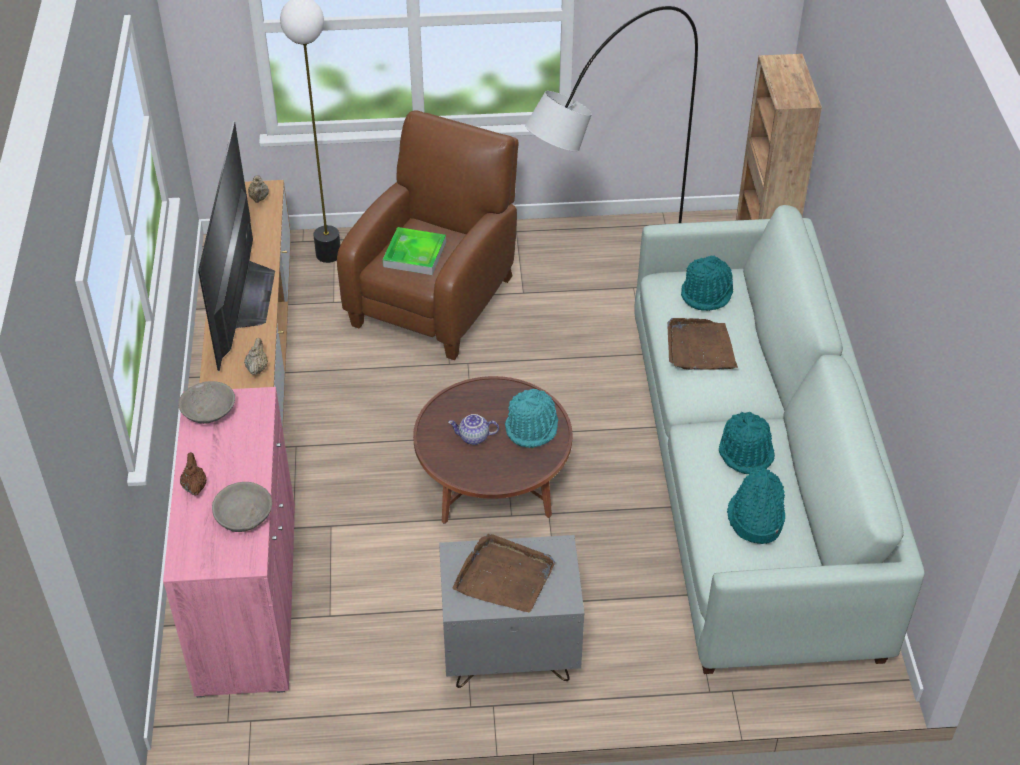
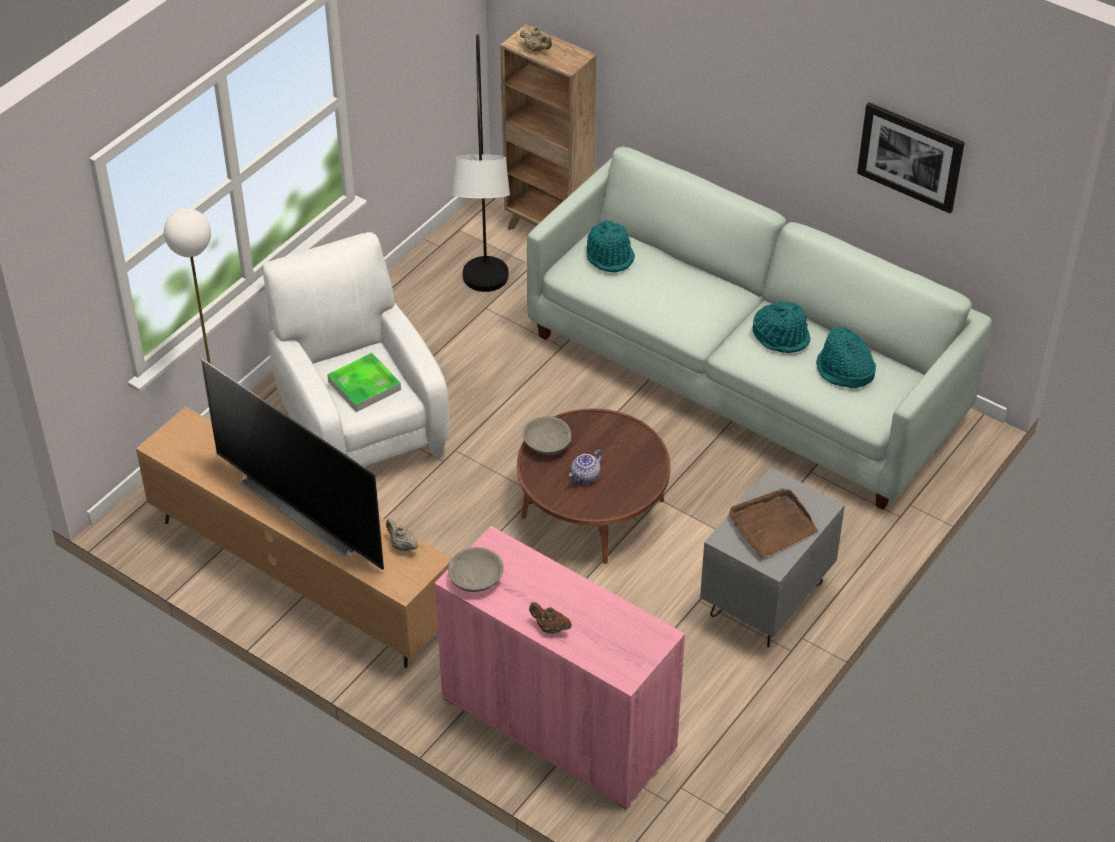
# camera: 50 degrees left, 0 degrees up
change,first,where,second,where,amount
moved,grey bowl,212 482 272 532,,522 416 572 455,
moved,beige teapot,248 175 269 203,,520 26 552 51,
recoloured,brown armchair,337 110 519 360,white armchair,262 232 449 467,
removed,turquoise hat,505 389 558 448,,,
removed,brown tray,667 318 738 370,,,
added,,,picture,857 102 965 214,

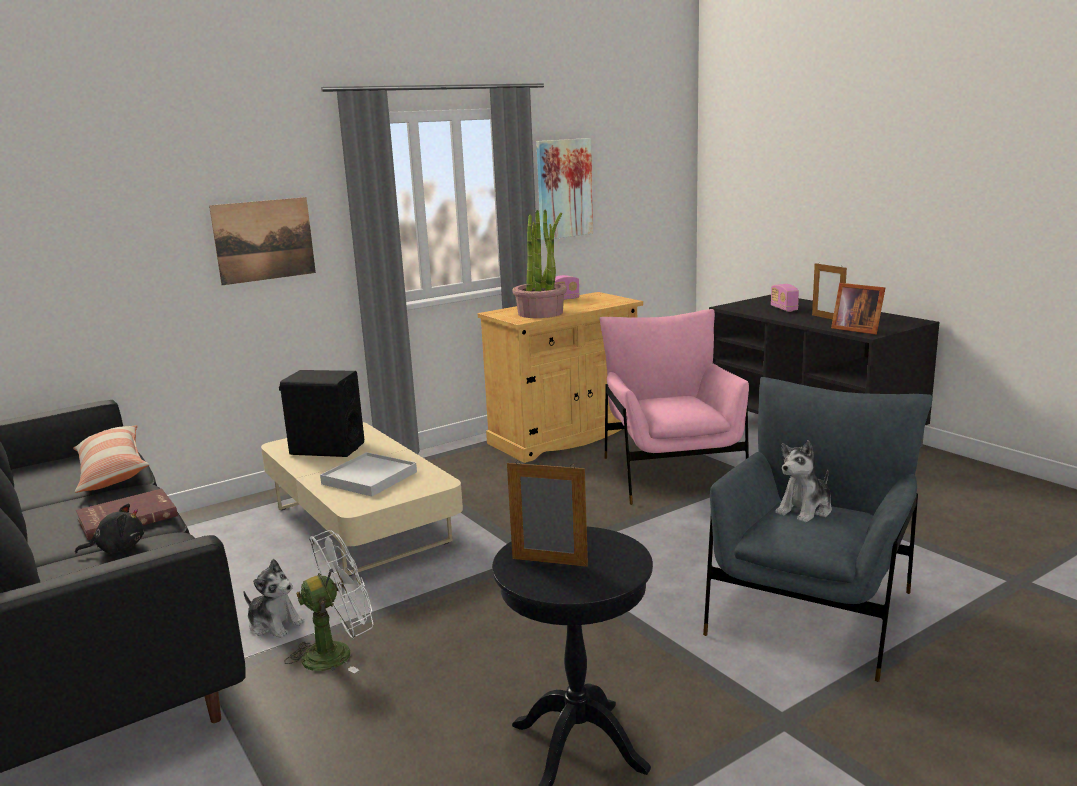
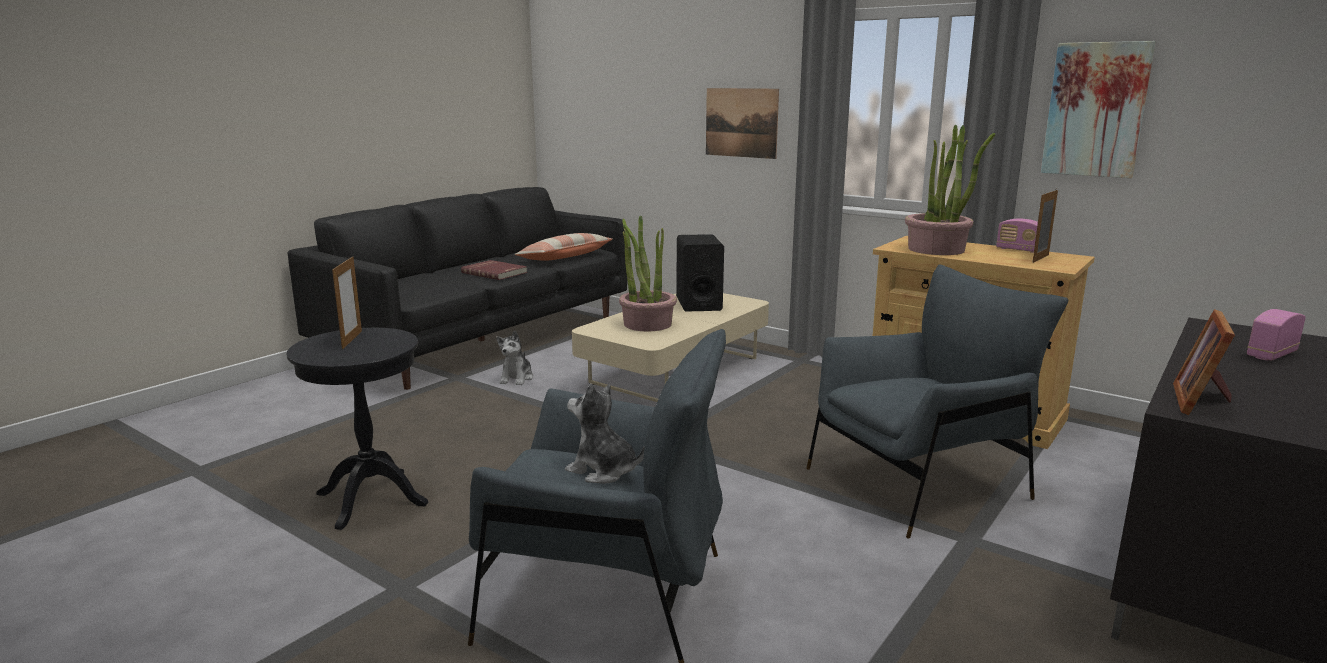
# camera: 70 degrees right, 0 degrees up
change,first,where,second,where,amount
removed,black plush toy,75 503 144 554,,,
removed,white fan,284 530 373 673,,,
replaced,white tray,320 452 417 497,potted plant,619 215 677 331,
recoloured,pink armchair,599 309 749 505,grey armchair,806 264 1068 539,
moved,picture frame,812 263 847 319,,1032 188 1058 263,

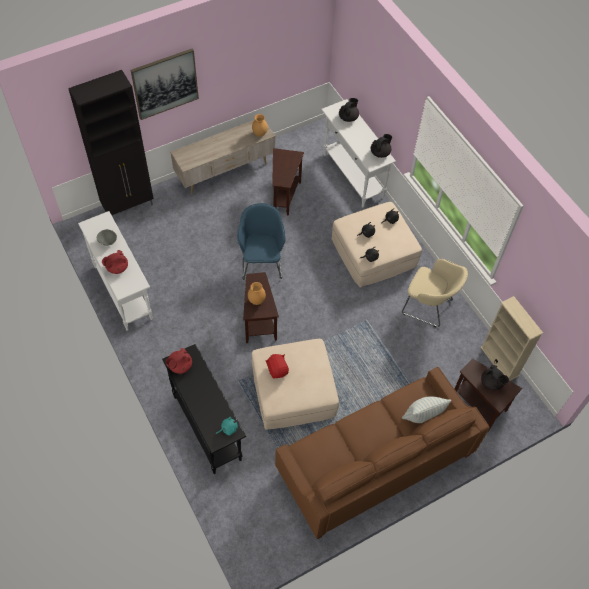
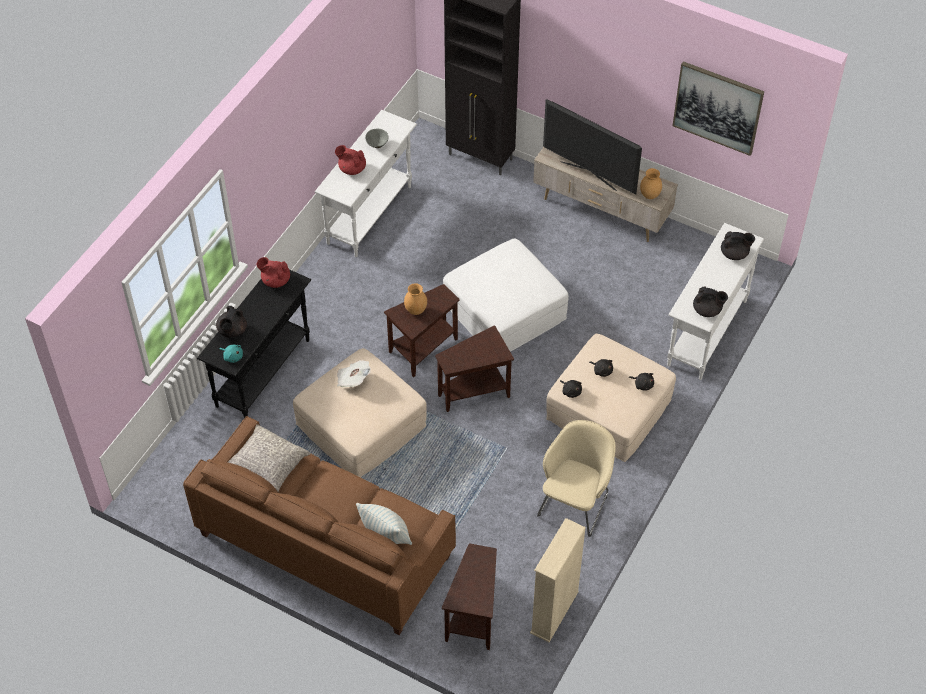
# camera: 60 degrees right, 5 degrees down
change,first,where,second,where,amount
moved,picture,131 49 199 120,,672 61 764 156,
replaced,blue armchair,237 203 286 280,white ottoman,443 238 569 352,
replaced,red plush toy,266 354 289 379,newspaper,337 360 371 387,
moved,brown side table,272 148 304 216,,435 325 514 412,
turned,beige armchair,402 259 468 327,,537 420 616 537,150 degrees counterclockwise
moved,black teapot,481 365 509 391,,216 306 247 338,
added,,,grey pillow,228 424 311 492,
added,,,television,543 99 642 194,

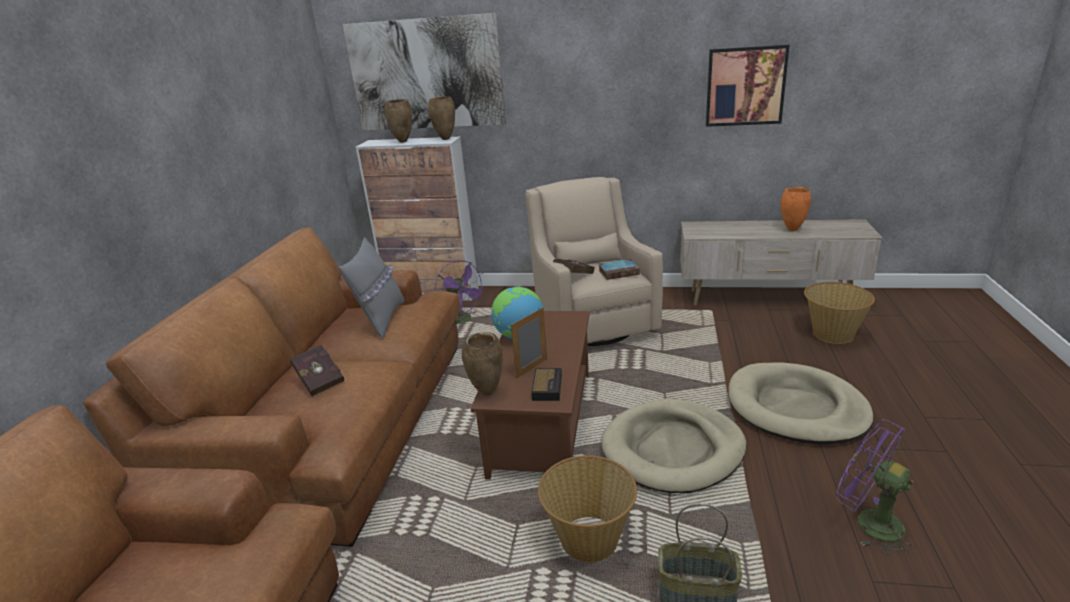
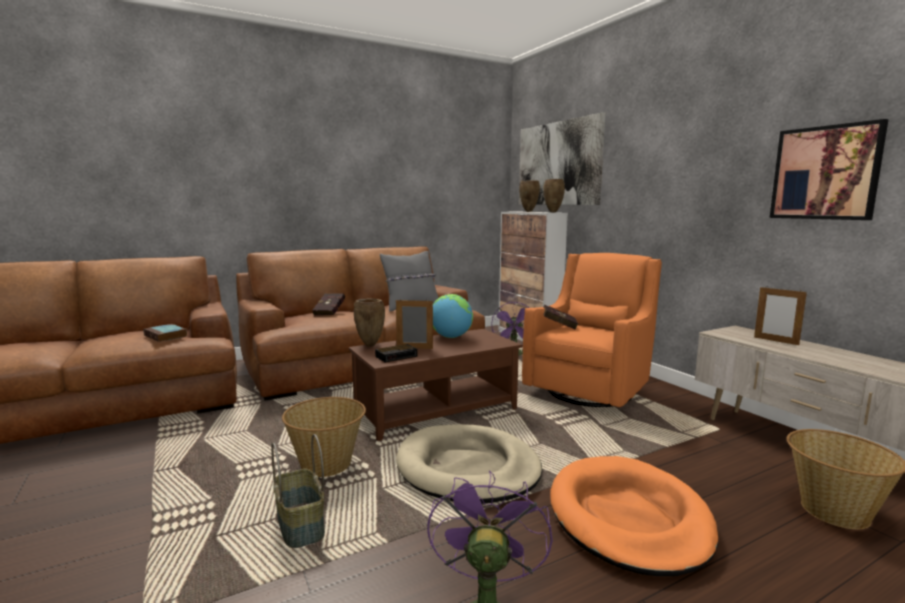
# camera: 50 degrees right, 15 degrees down
change,first,where,second,where,amount
recoloured,beige armchair,526 177 663 346,orange armchair,522 253 662 407,
moved,book,599 259 640 280,,143 324 187 342,
recoloured,beige dog bed,728 362 874 445,orange dog bed,550 456 719 576,
removed,orange vase,781 187 811 231,,,
added,,,picture frame,754 287 807 345,

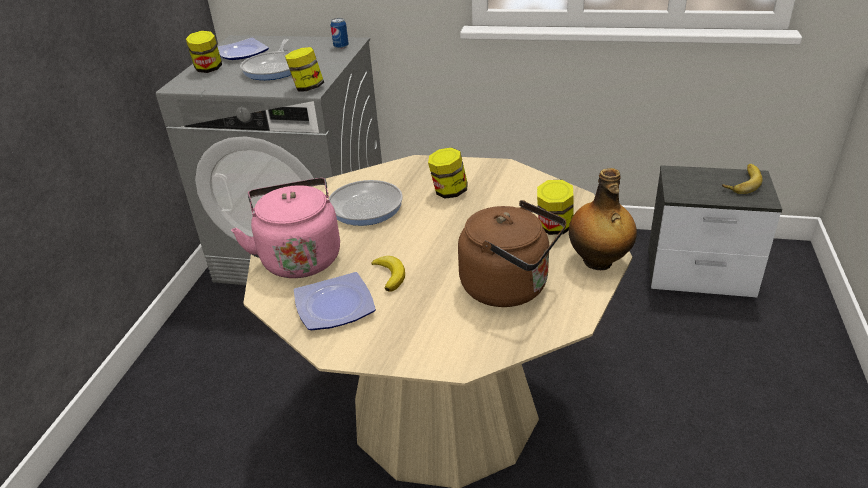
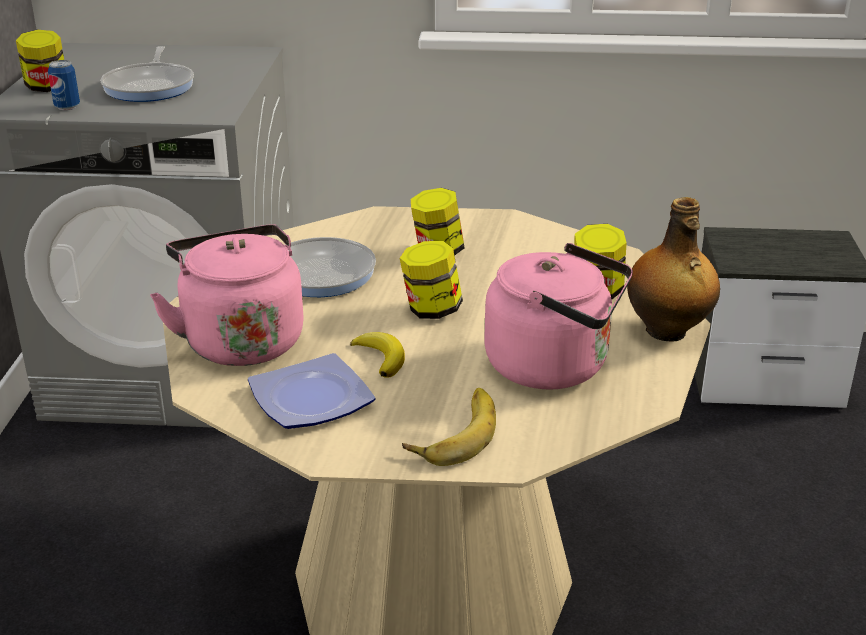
# camera: 10 degrees left, 5 degrees down
change,first,where,second,where,amount
removed,plate,218 38 269 60,,,
moved,jar,285 47 324 92,,400 241 463 319,
moved,can,331 18 349 49,,48 60 80 110,
recoloured,brown kettle,458 200 566 307,pink kettle,484 243 633 389,
moved,banana,722 164 763 194,,402 388 496 466,

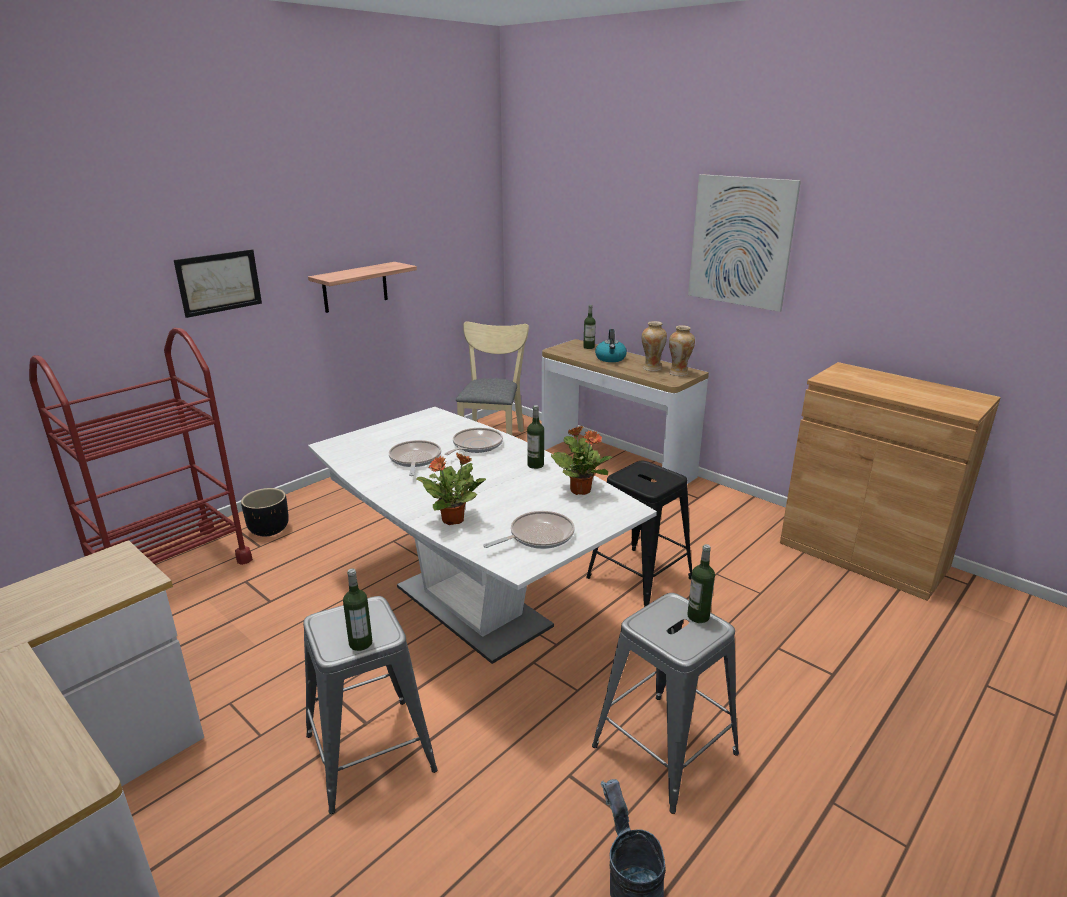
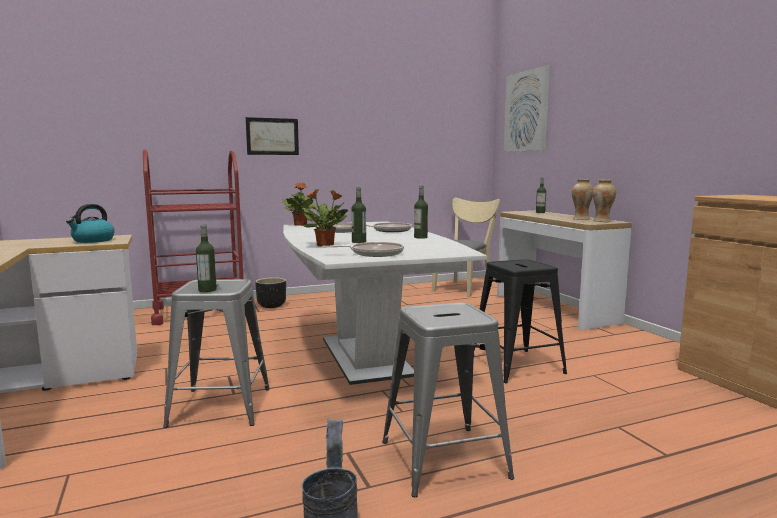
# camera: 25 degrees right, 15 degrees down
change,first,where,second,where,amount
removed,shelf,308 262 417 313,,,
moved,potted plant,551 425 612 495,,283 182 317 226,
moved,kettle,595 329 627 362,,66 204 115 243,
moved,bottle,687 544 715 623,,351 187 366 243,
moved,picture,688 174 801 312,,504 65 550 152,

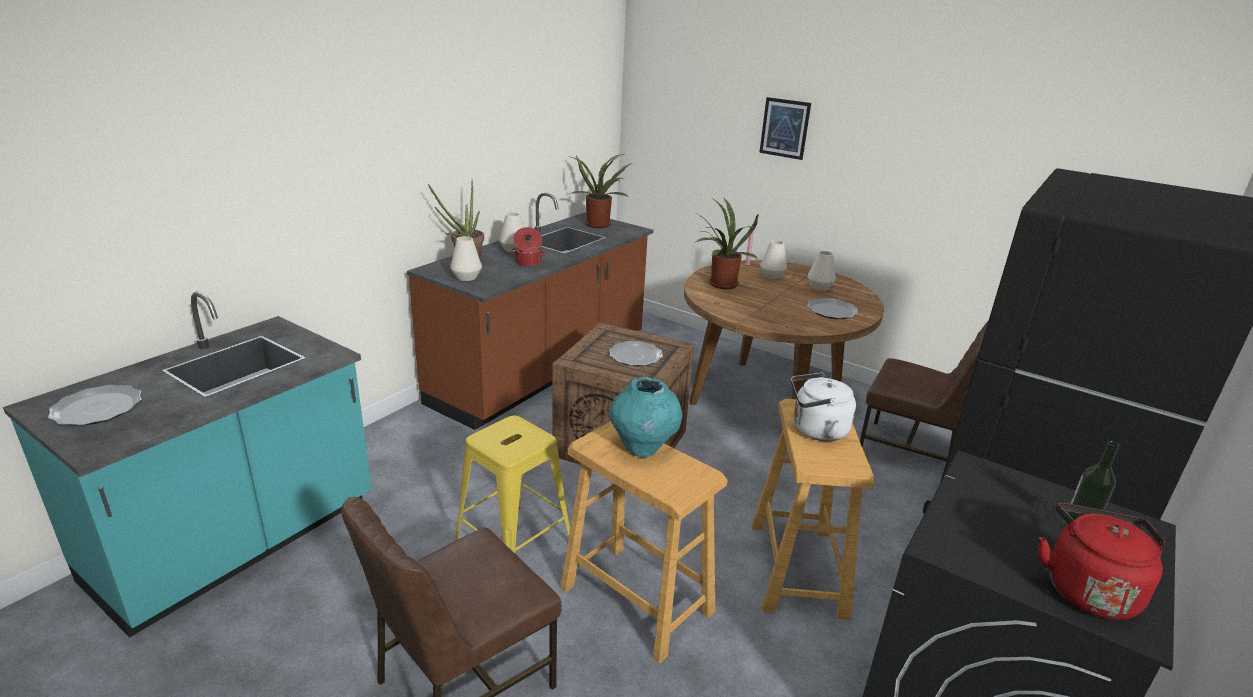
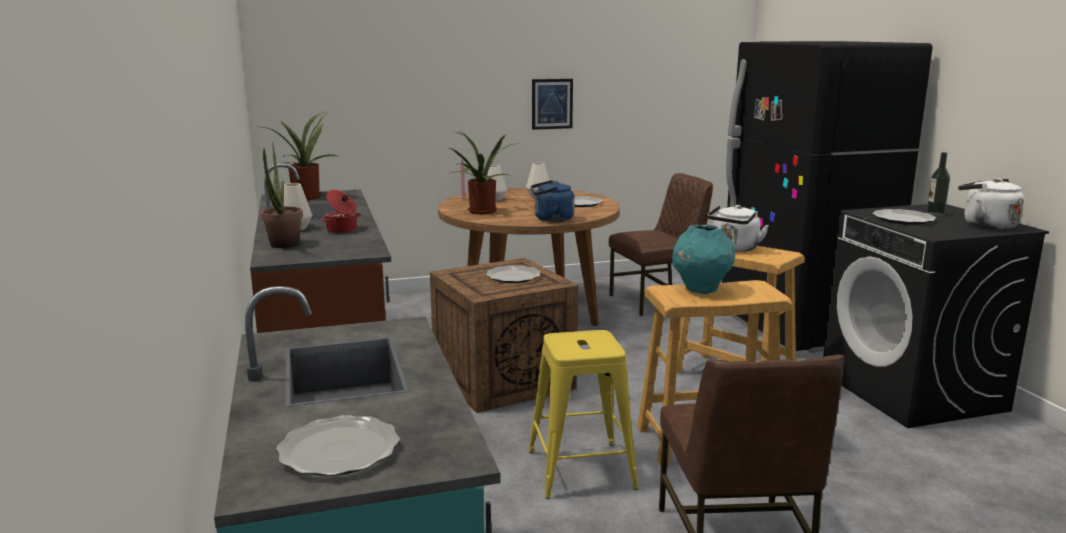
# camera: 50 degrees left, 10 degrees down
change,first,where,second,where,amount
removed,white vase,450 236 482 281,,,
moved,picture,759 97 811 160,,532 79 573 130,
recoloured,red kettle,1038 503 1165 620,white kettle,958 178 1024 230,
added,,,blue kettle,530 180 575 222,
added,,,plate,872 209 936 225,

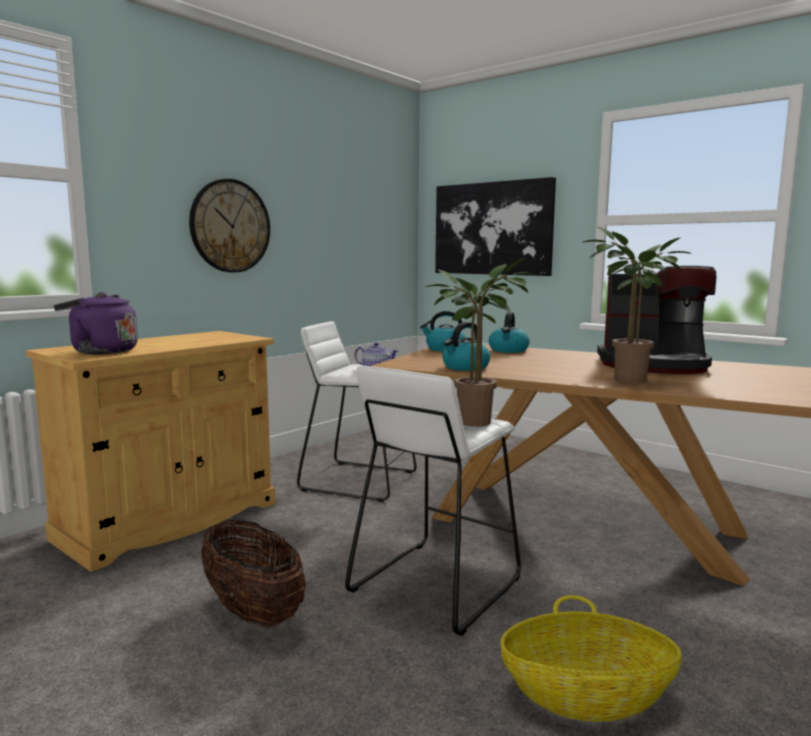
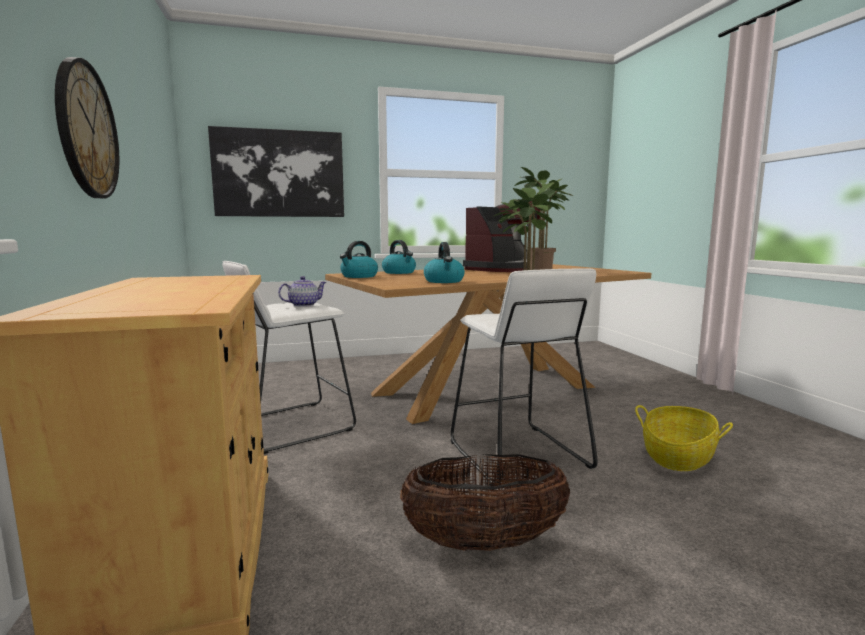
# camera: 55 degrees left, 0 degrees up
change,first,where,second,where,amount
removed,purple kettle,53 292 138 355,,,

